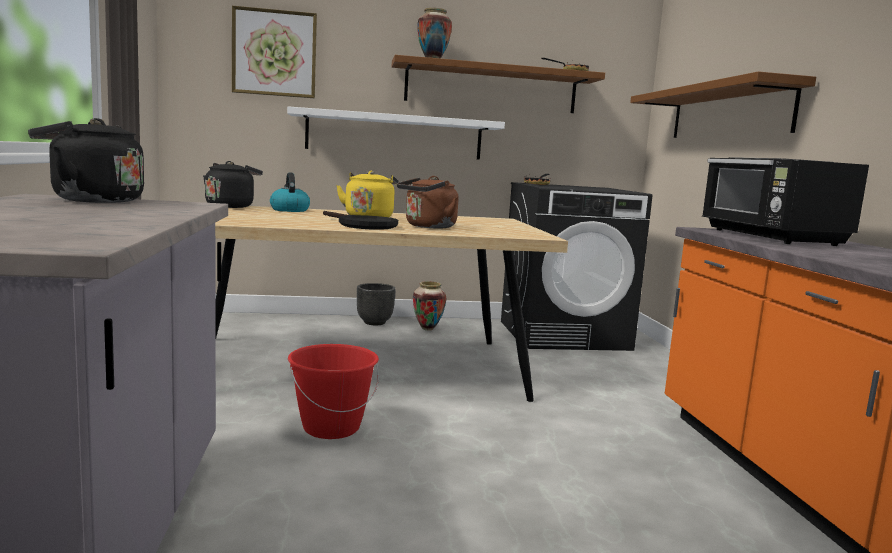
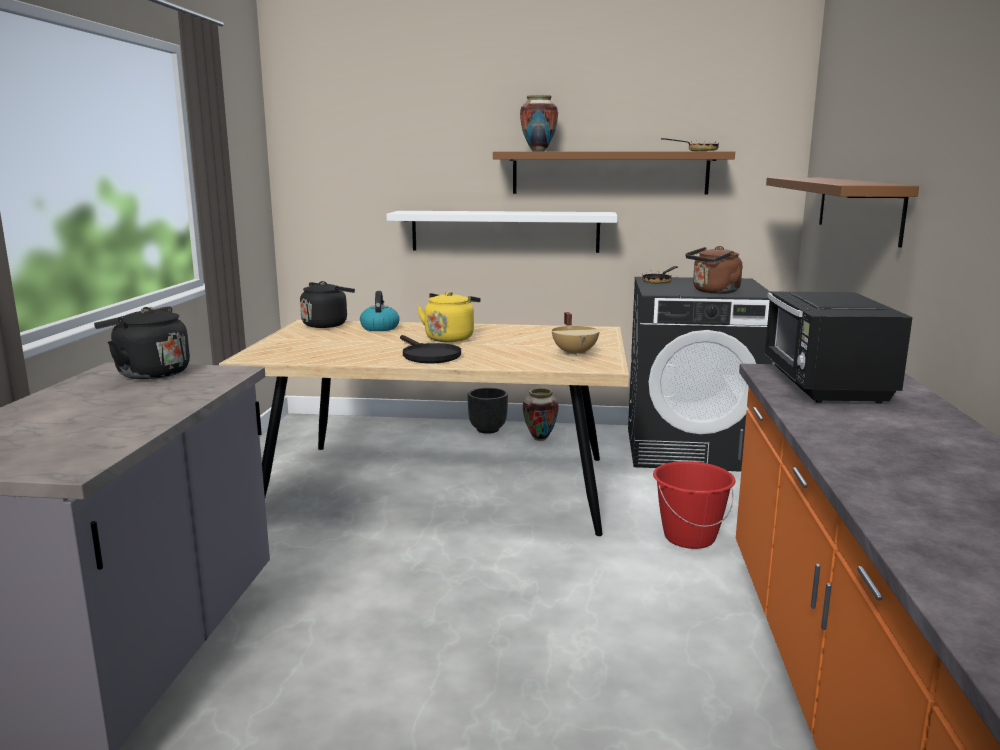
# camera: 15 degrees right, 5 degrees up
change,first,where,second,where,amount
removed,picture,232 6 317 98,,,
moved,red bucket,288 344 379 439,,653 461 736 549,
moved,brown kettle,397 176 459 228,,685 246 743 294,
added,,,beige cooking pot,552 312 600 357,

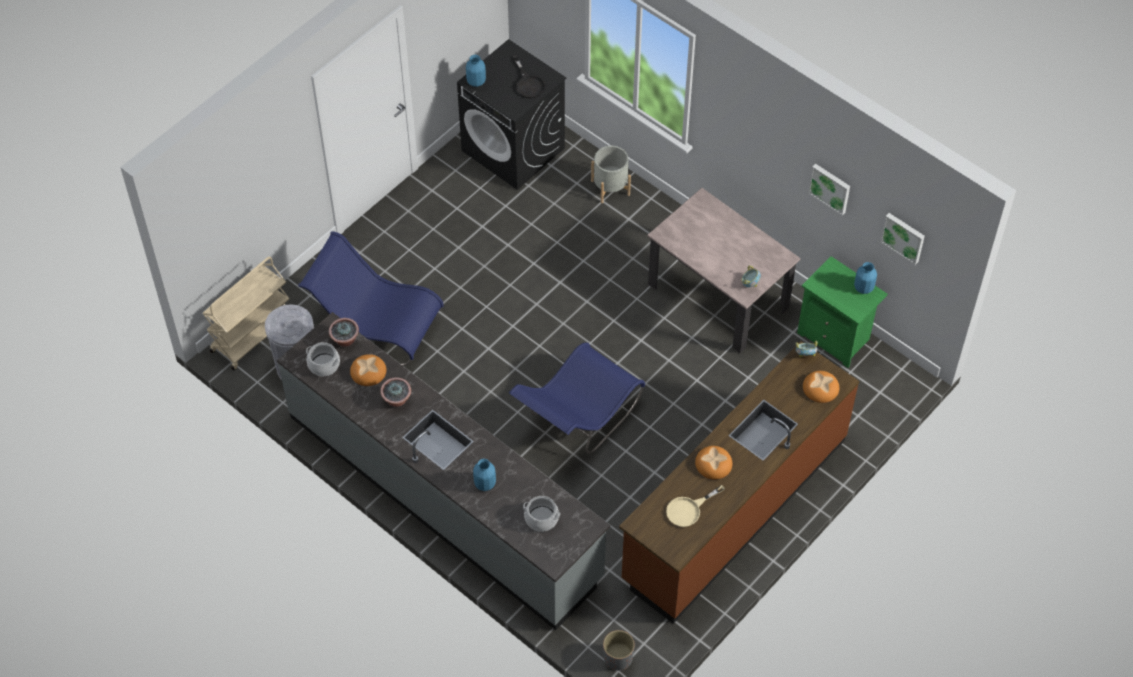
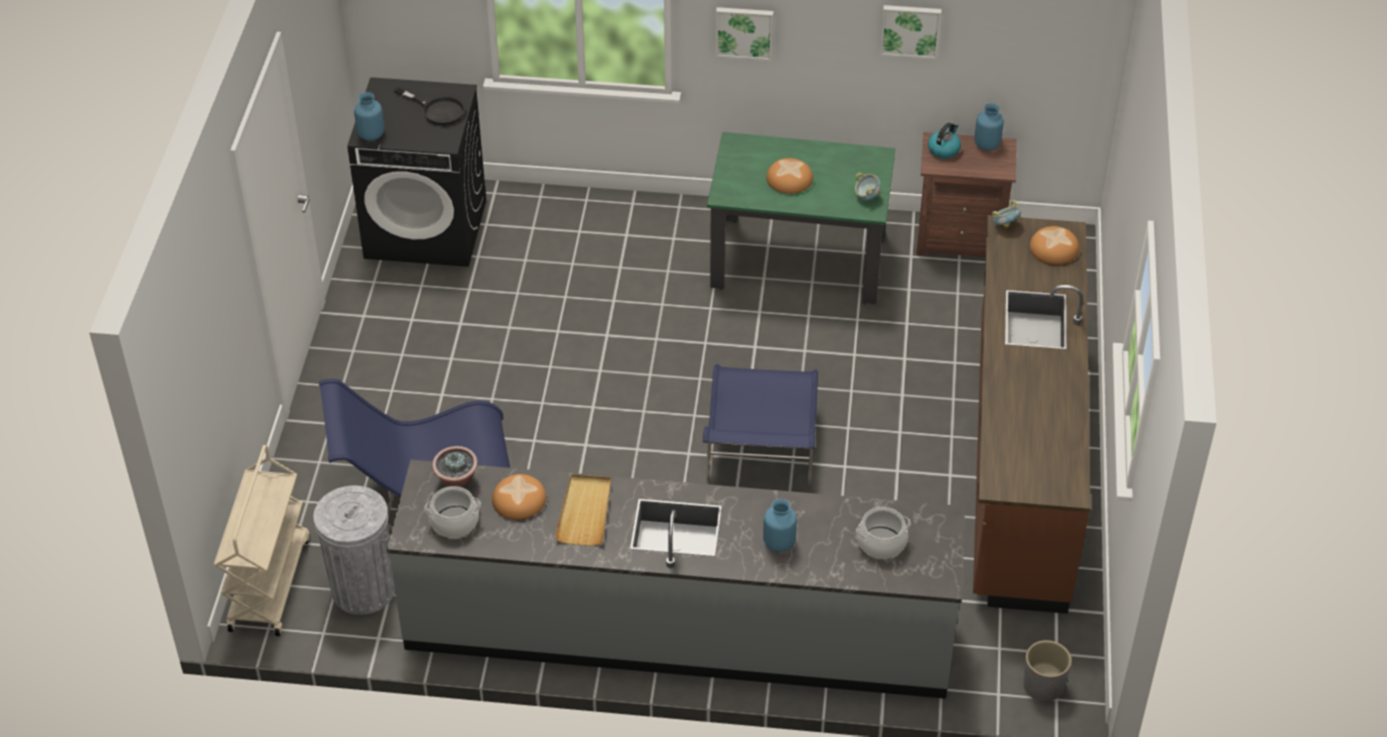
# camera: 35 degrees left, 10 degrees down
change,first,where,second,where,amount
replaced,potted plant,380 377 411 407,beige tray,554 474 611 546,
removed,grey planter,591 146 631 203,,,
recoloured,beige dining table,647 188 800 353,green dining table,707 132 896 304,
removed,beige frying pan,666 485 725 527,,,
moved,bread,695 446 733 480,,766 158 813 194,
recoloured,green nightstand,797 256 888 368,brown nightstand,916 132 1017 257,
moved,picture,880 213 925 265,,716 7 774 61,
added,,,kettle,928 123 961 158,

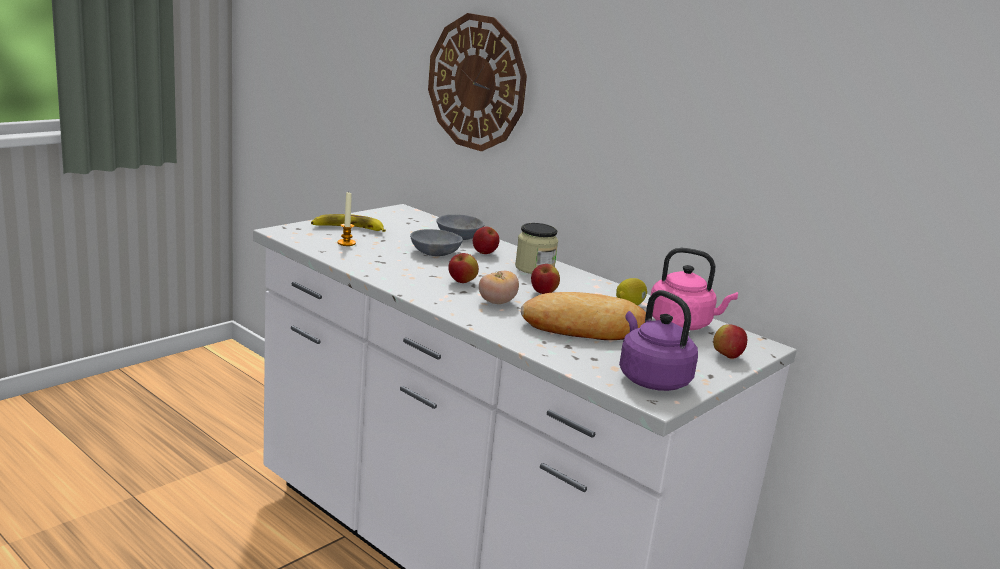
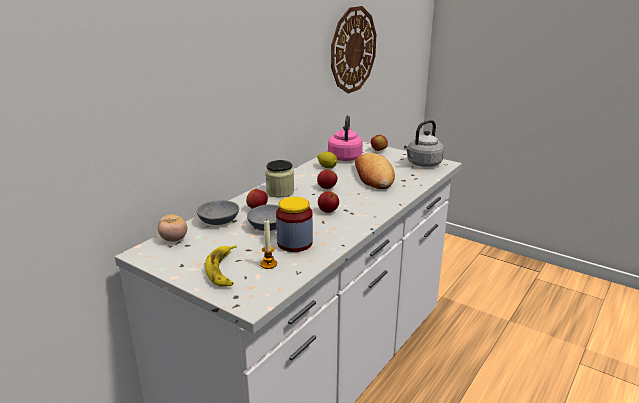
# camera: 95 degrees left, 5 degrees up
change,first,where,second,where,amount
moved,wall clock,428 13 527 151,,331 6 376 93,
moved,tomato,479 271 519 304,,158 214 187 242,
recoloured,purple kettle,619 290 698 391,grey kettle,404 120 444 167,
added,,,jar,276 197 313 252,

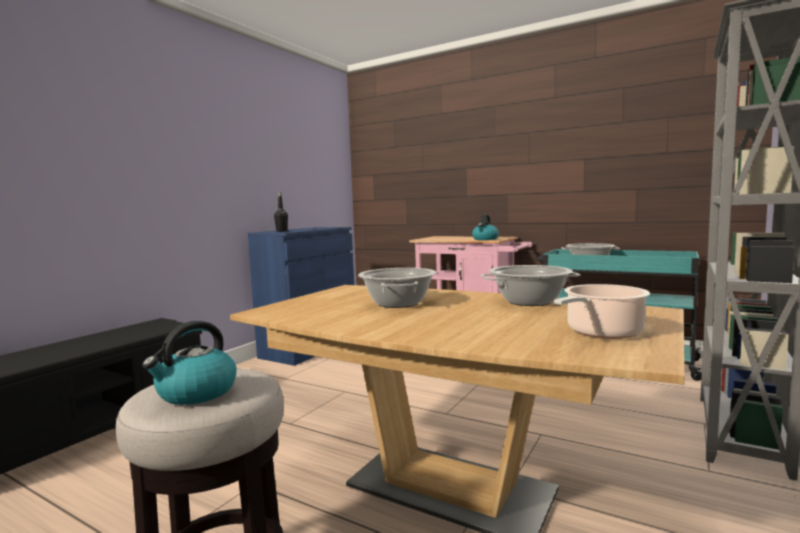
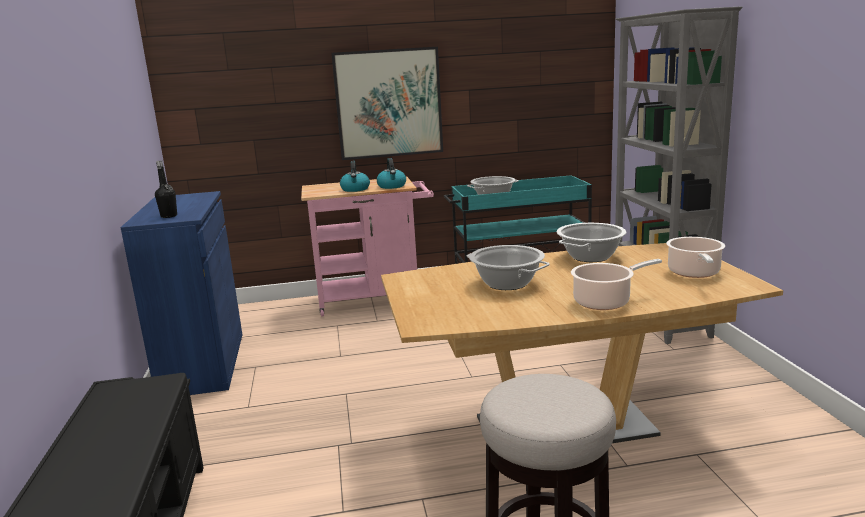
# camera: 40 degrees left, 10 degrees up
change,first,where,second,where,amount
moved,kettle,142 321 237 405,,340 161 370 192,
added,,,picture,331 47 443 160,
added,,,cooking pot,571 259 662 310,

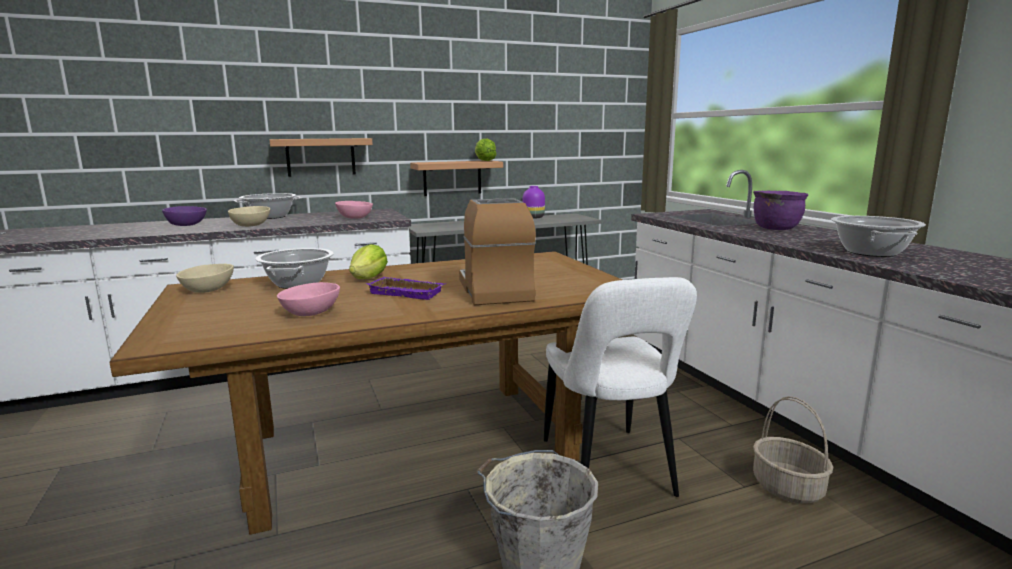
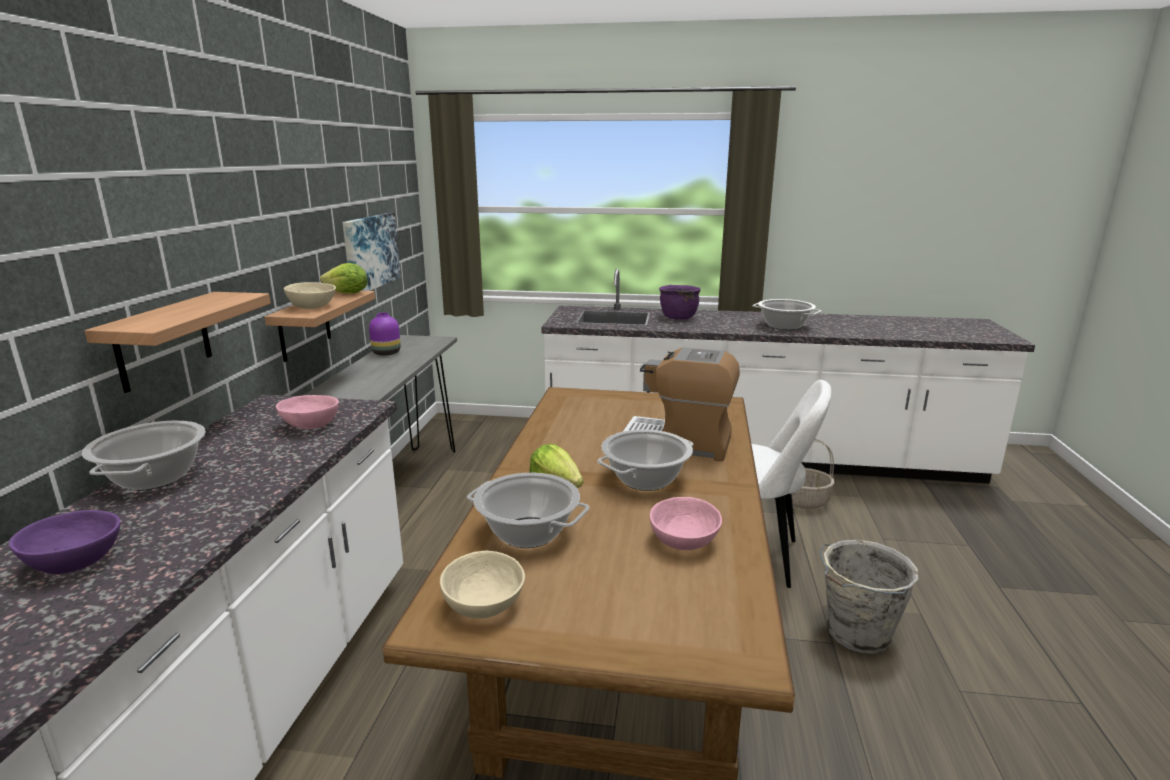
# camera: 60 degrees left, 5 degrees up
change,first,where,second,where,amount
moved,beige bowl,228 206 270 227,,284 282 336 309,
replaced,purple tray,366 277 445 300,cooking pot,597 429 693 491,
added,,,picture,342 213 401 291,

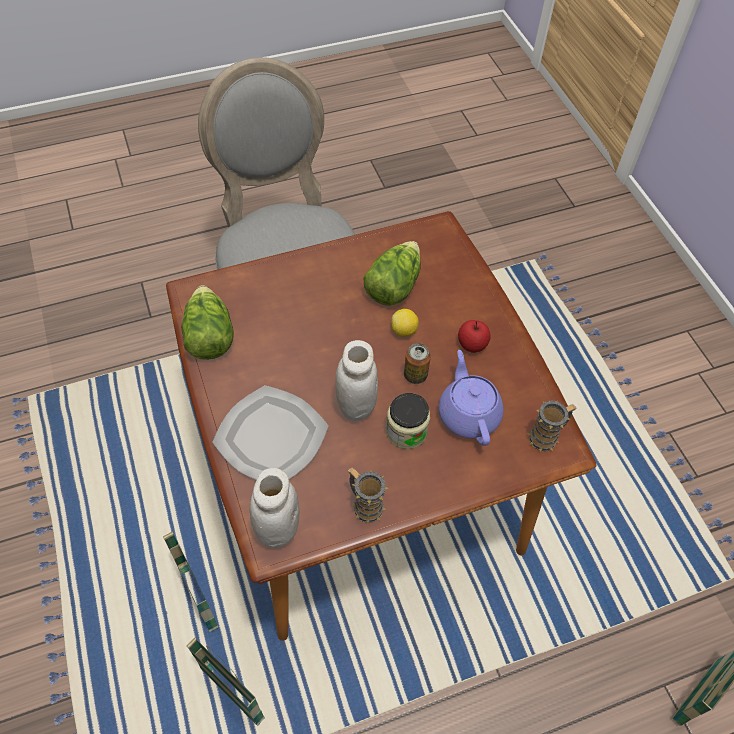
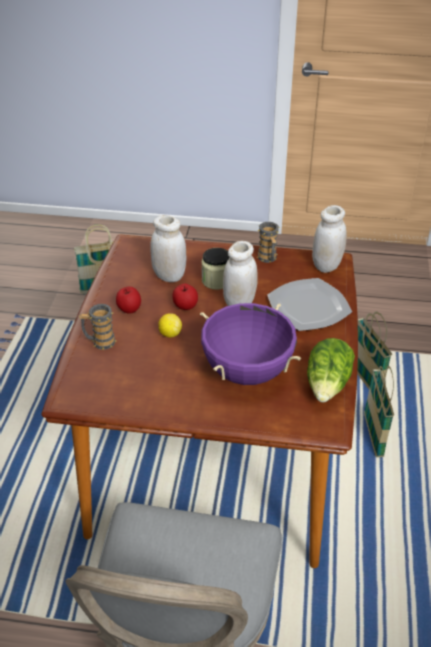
# camera: 150 degrees left, 15 degrees down
change,first,where,second,where,amount
removed,lettuce,364 241 421 306,,,
replaced,can,404 343 431 384,apple,172 284 198 310,
replaced,purple teapot,439 350 504 446,white jar,151 215 186 282,
moved,mug,527 401 577 452,,78 304 116 350,
added,,,purple cooking pot,200 303 301 385,

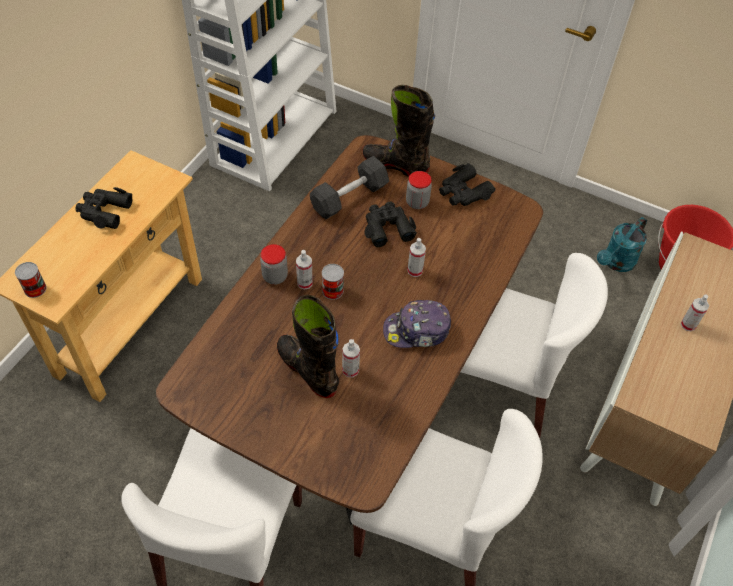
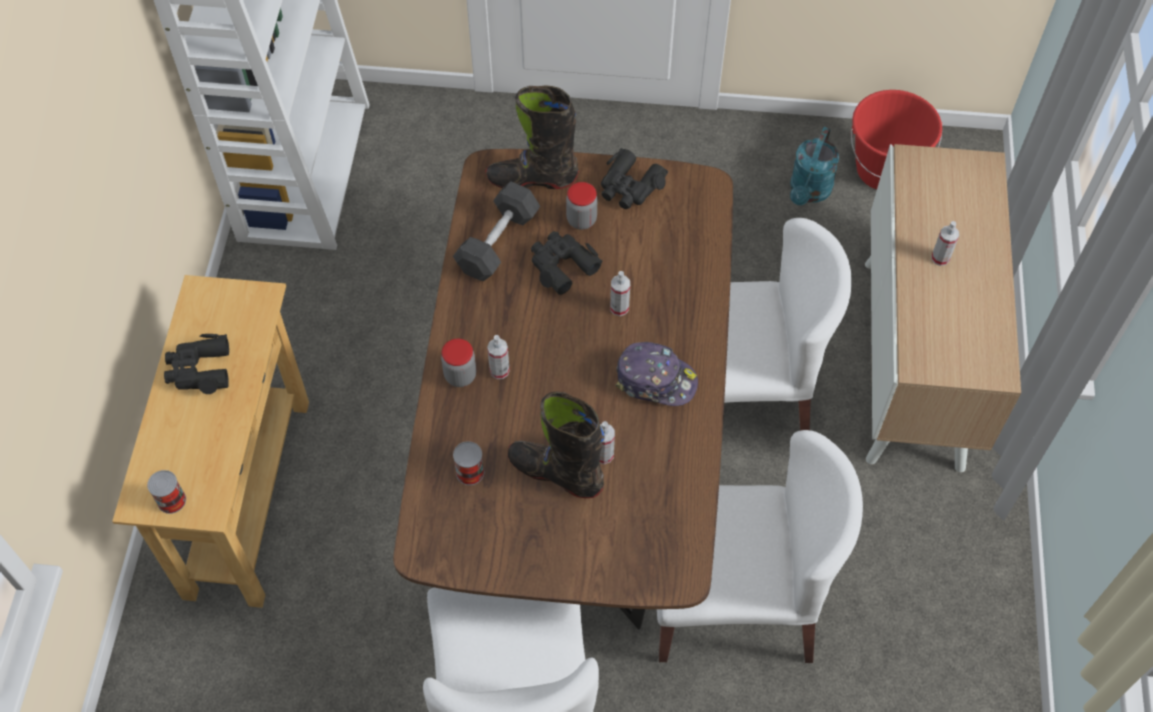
# camera: 20 degrees left, 5 degrees up
change,first,where,second,where,amount
moved,can,322 264 344 300,,453 441 484 485,
turned,cap,383 300 451 348,,616 342 698 406,135 degrees counterclockwise

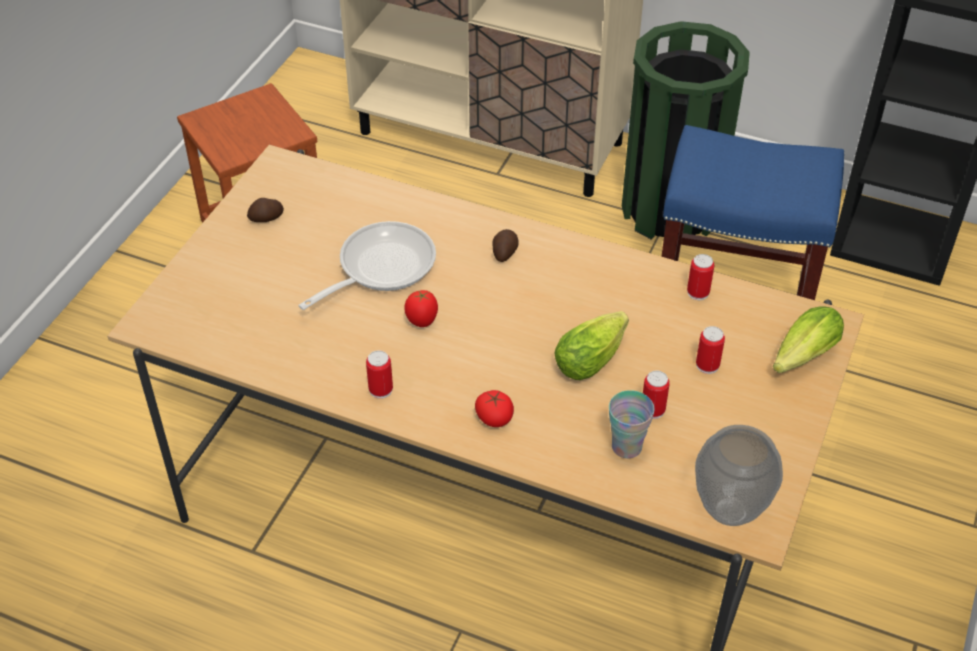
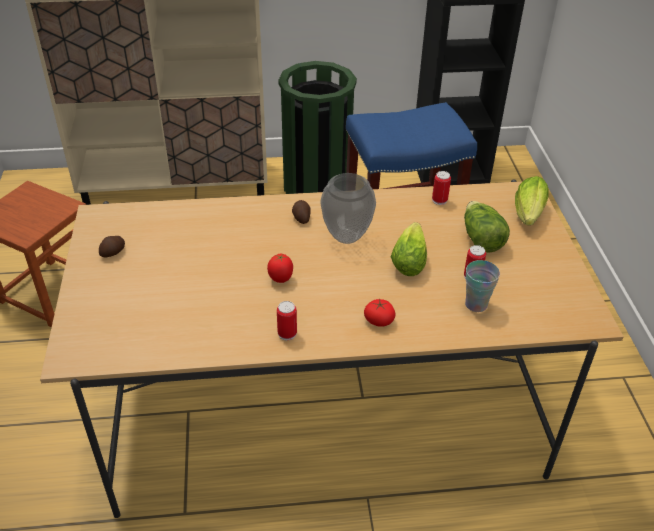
# camera: 30 degrees left, 5 degrees down
change,first,where,second,where,amount
removed,frying pan,299 221 436 310,,,
moved,vase,695 425 783 526,,320 173 376 244,
replaced,can,696 326 725 374,lettuce,464 201 510 253,

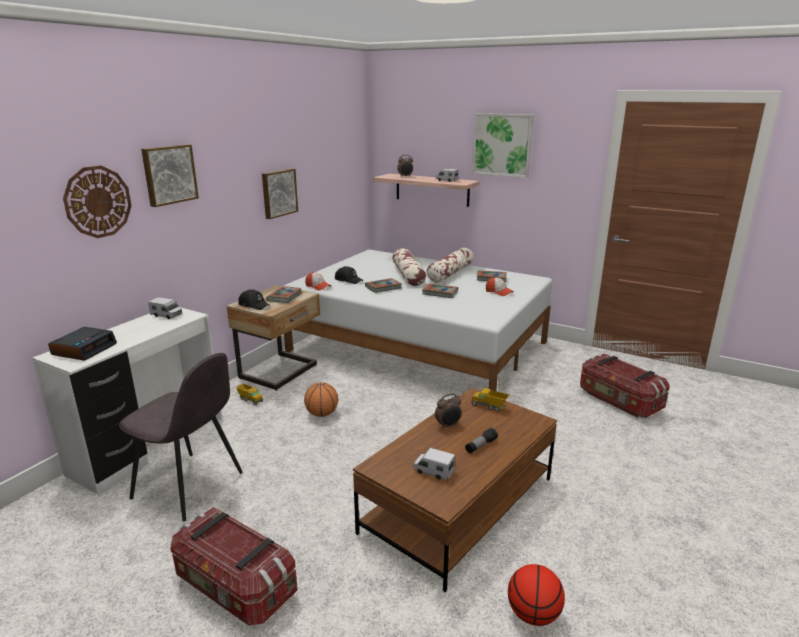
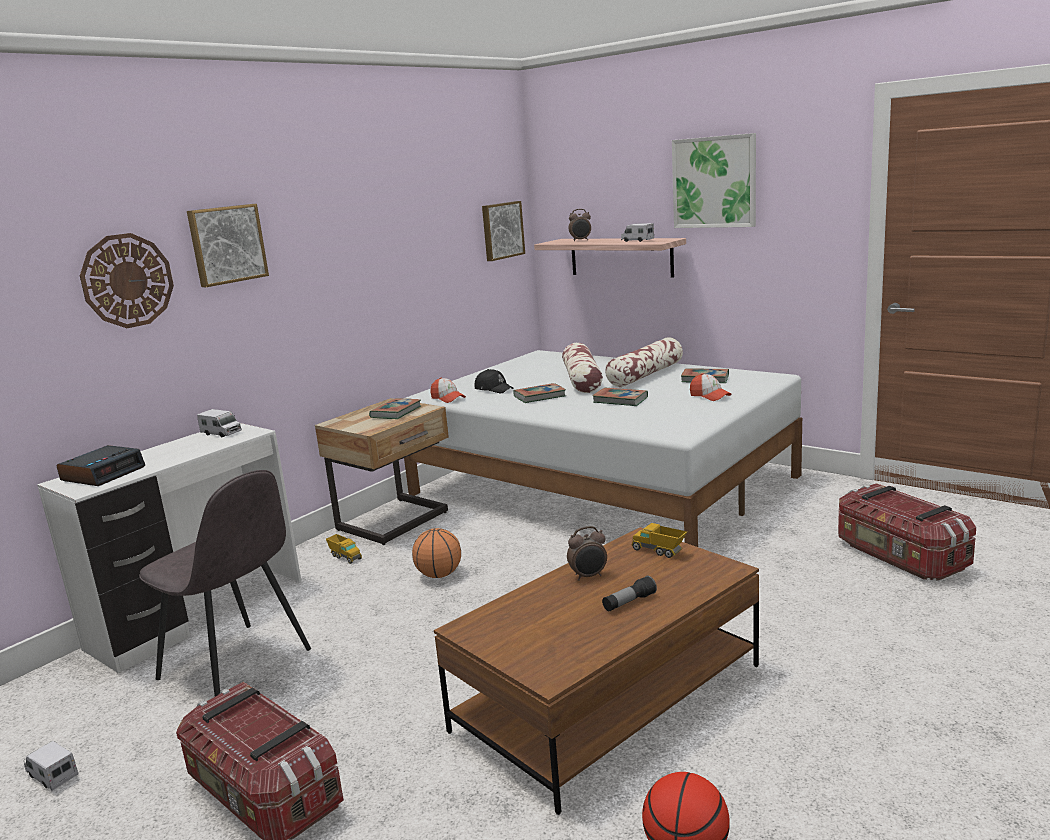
# camera: 10 degrees right, 5 degrees down
change,first,where,second,where,amount
removed,black cap,238 289 270 310,,,
moved,picture,262 168 298 219,,482 201 525 261,
moved,toy truck,413 448 455 481,,24 741 78 791,

